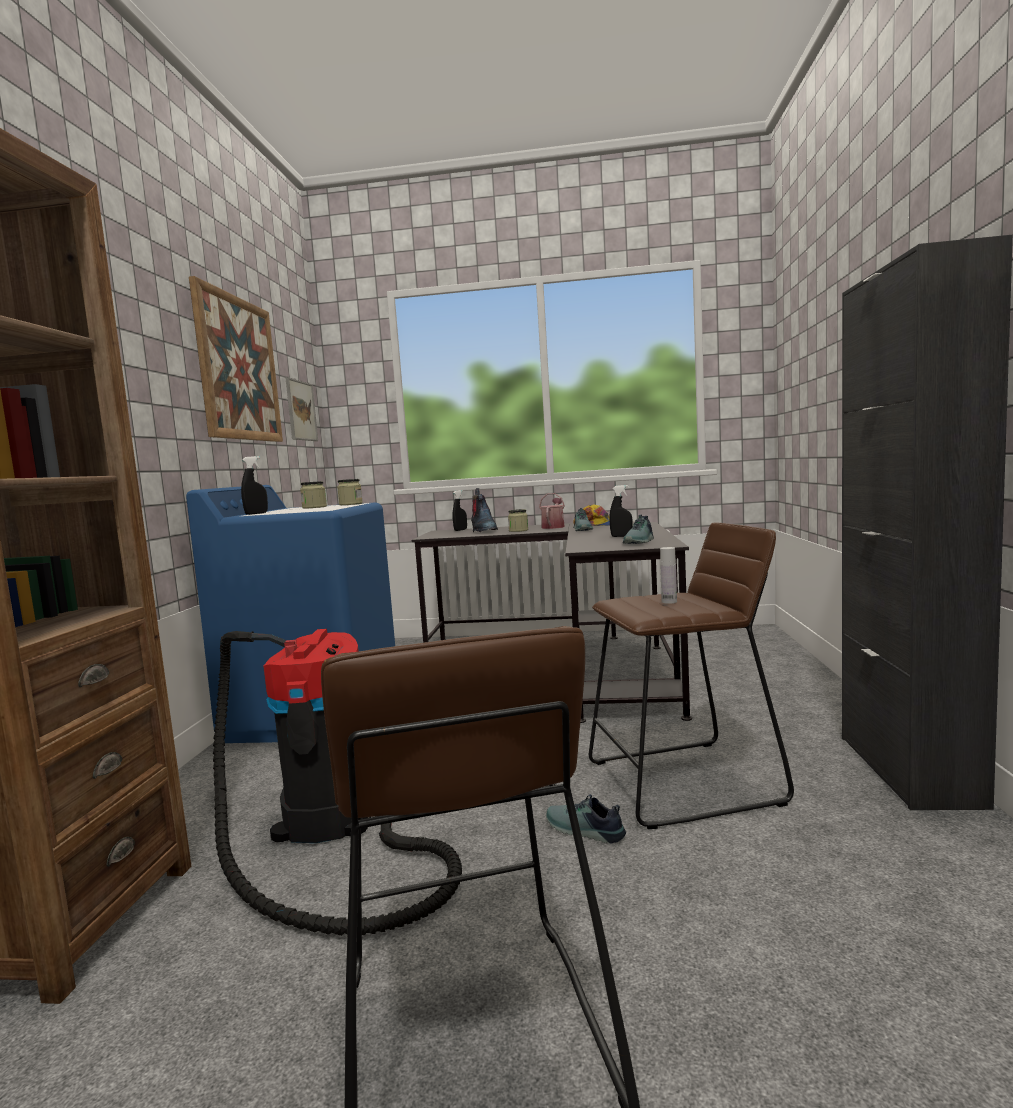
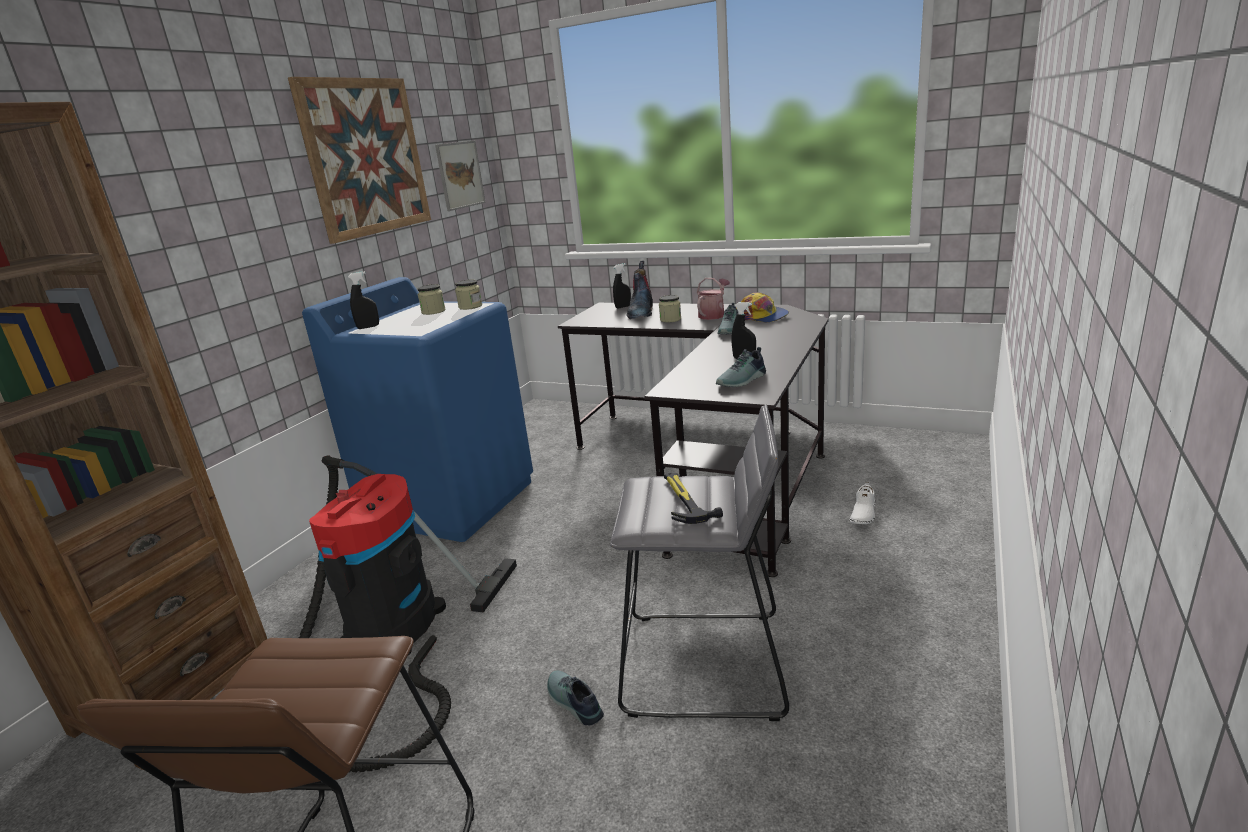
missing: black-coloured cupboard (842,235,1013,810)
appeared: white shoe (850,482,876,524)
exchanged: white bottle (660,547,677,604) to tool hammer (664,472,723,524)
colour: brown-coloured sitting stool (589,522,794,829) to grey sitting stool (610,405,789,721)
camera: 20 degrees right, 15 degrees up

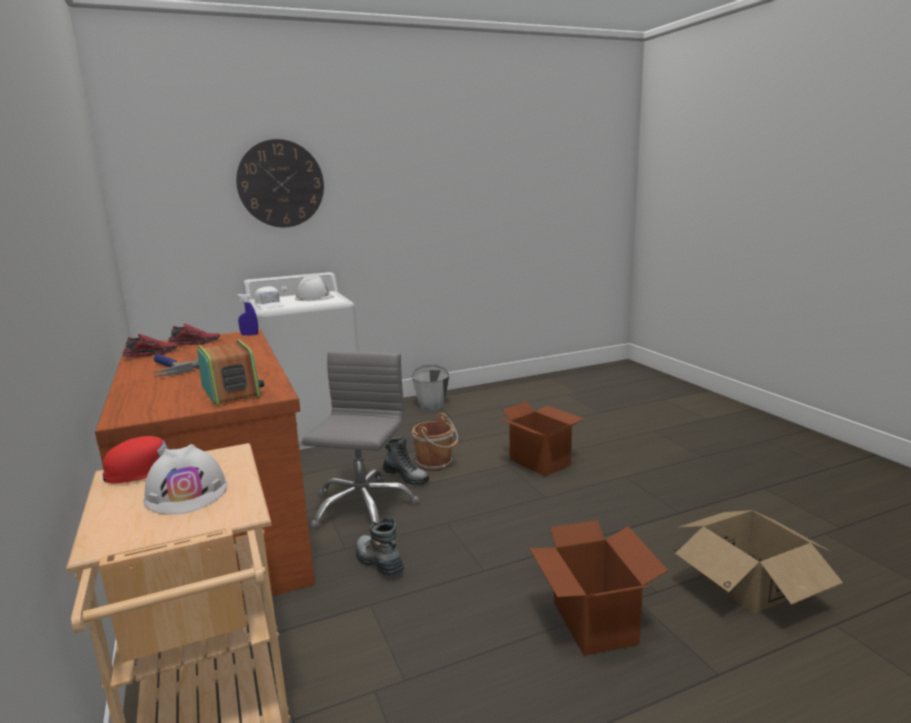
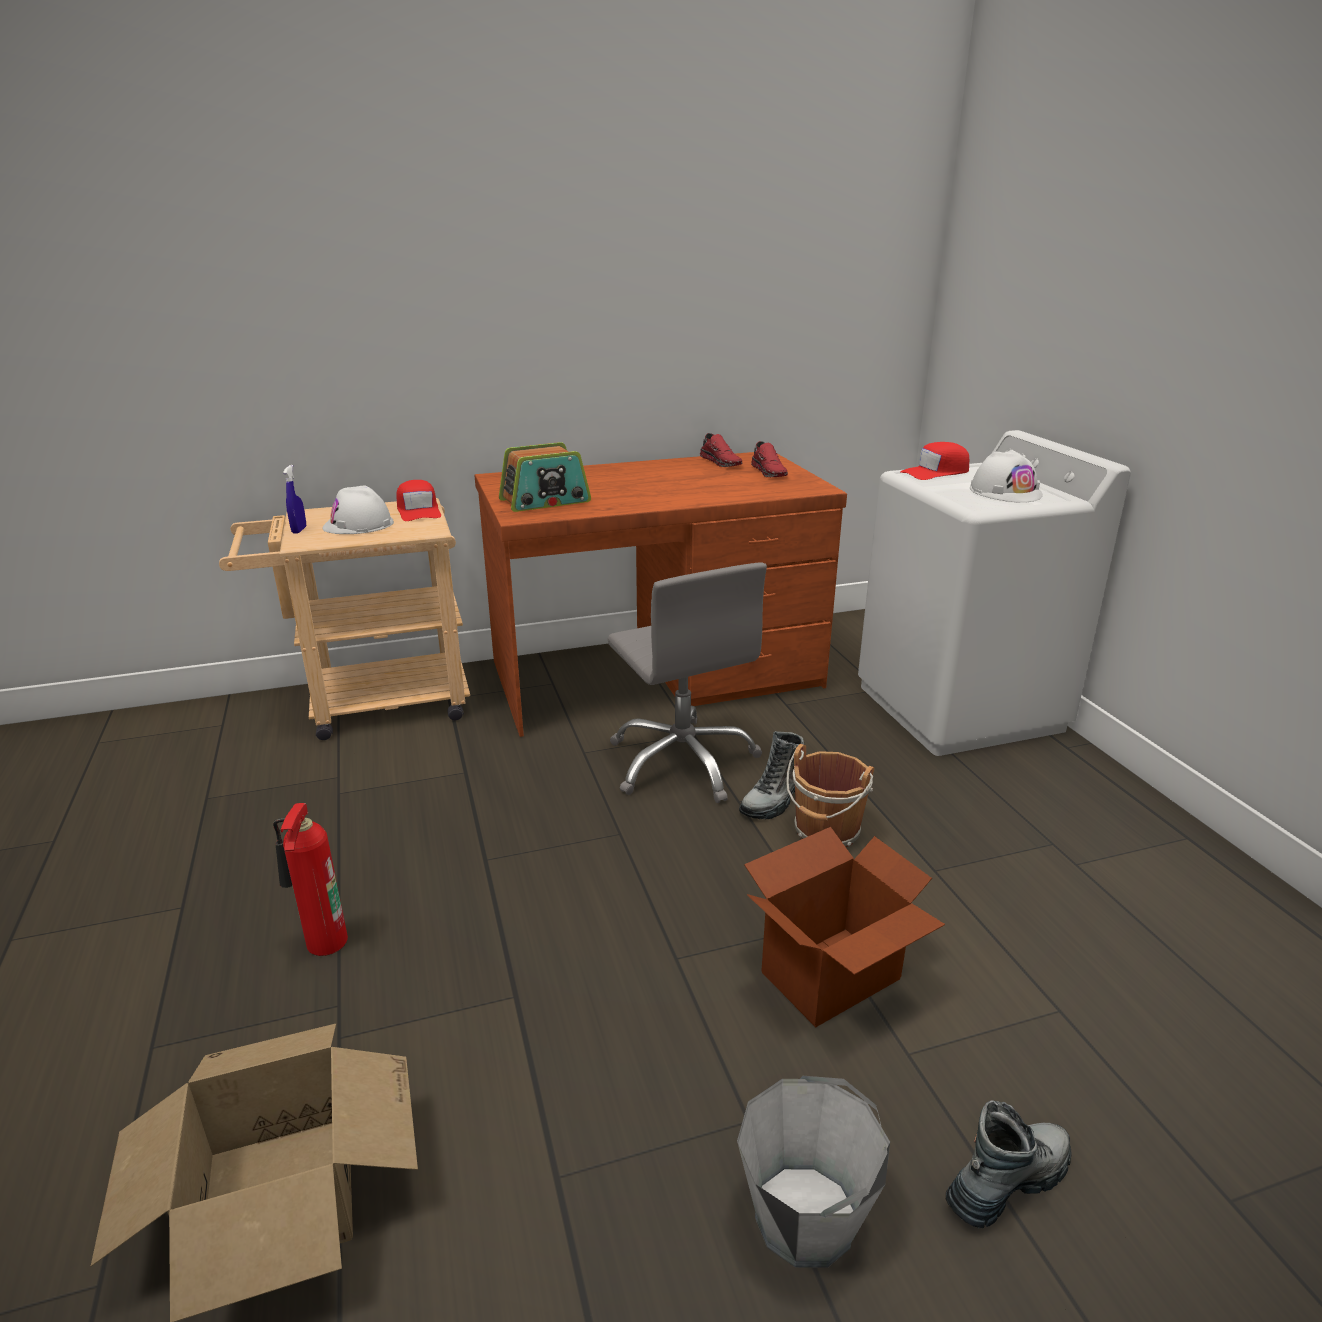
missing: wall clock (236,139,324,227); tool hammer (153,354,199,377)
relocated: bluish hand sprayer (237,294,258,336) to (283,465,306,534); grey bucket (412,365,449,410) to (737,1076,890,1268); high-top boot (356,518,404,576) to (946,1100,1071,1228)
exchanged: carton (530,520,668,656) to fire extinguisher (273,803,348,956)
colour: white cap (254,287,285,309) to reddish cap (900,442,969,480)
spun: grey desk chair (302,351,419,530) = (607,562,767,803) 45 degrees clockwise
camera: 95 degrees right, 10 degrees up

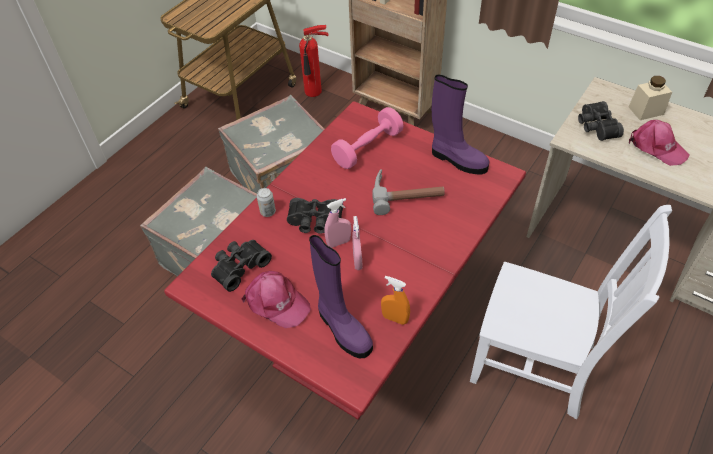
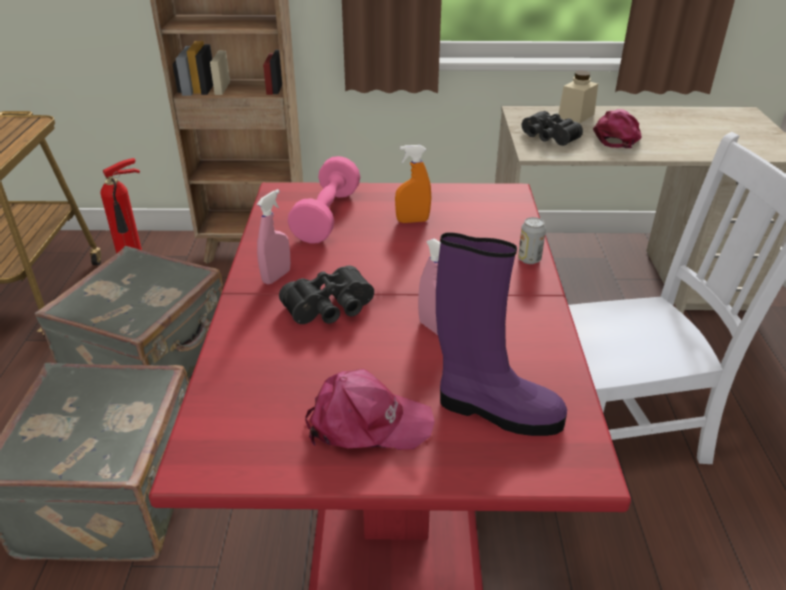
missing: purple high-top boot (432,74,489,174); tool hammer (372,169,445,215); black-coloured binoculars (211,240,272,292)
relocated: can (257,188,276,217) to (518,217,546,264); pinkish hand sprayer (324,198,351,248) to (257,189,291,284); orange-coloured hand sprayer (381,276,410,325) to (395,145,431,223)
spun: pinkish cap (629,120,690,166) = (593,109,642,148) 75 degrees counterclockwise
camera: 35 degrees left, 15 degrees down

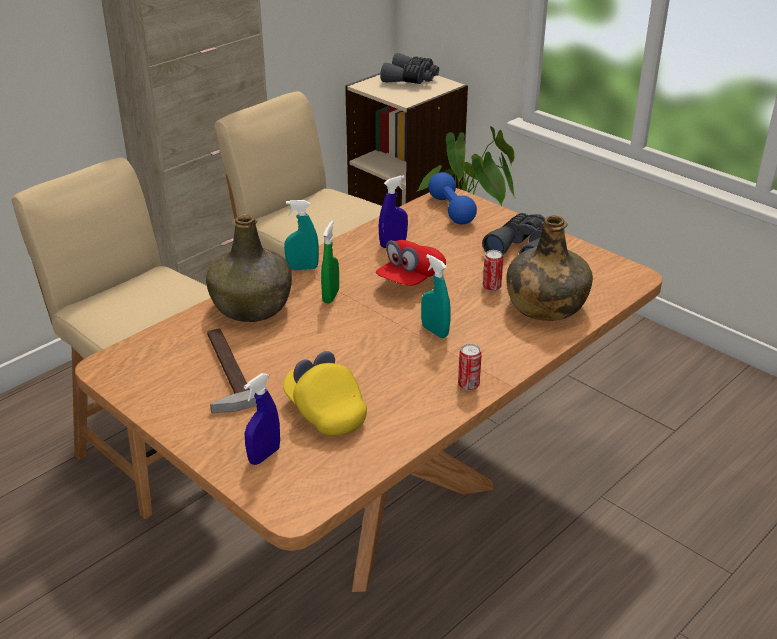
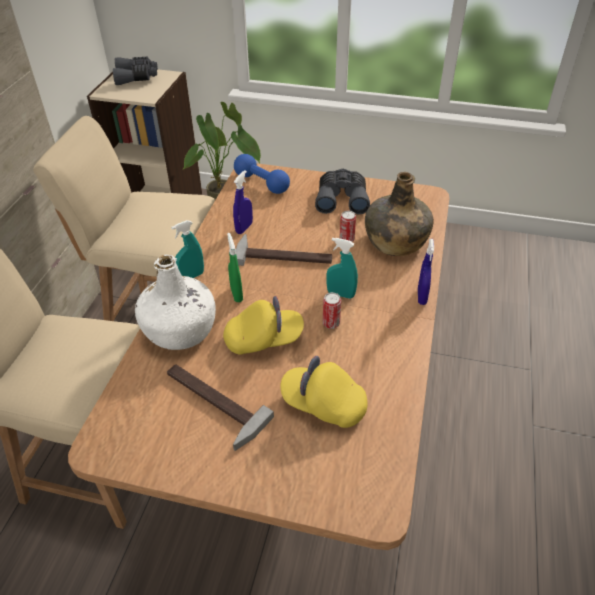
appeared: yellow cap (223,296,304,355)
relocated: can (458,344,482,391) to (323,292,341,329); bluish hand sprayer (244,373,280,465) to (418,239,434,305)
exchanged: reddish cap (376,240,446,286) to tool hammer (236,234,332,266)
colour: green-coloured bottle (206,214,292,322) to white bottle (135,255,216,350)
camera: 30 degrees left, 10 degrees up

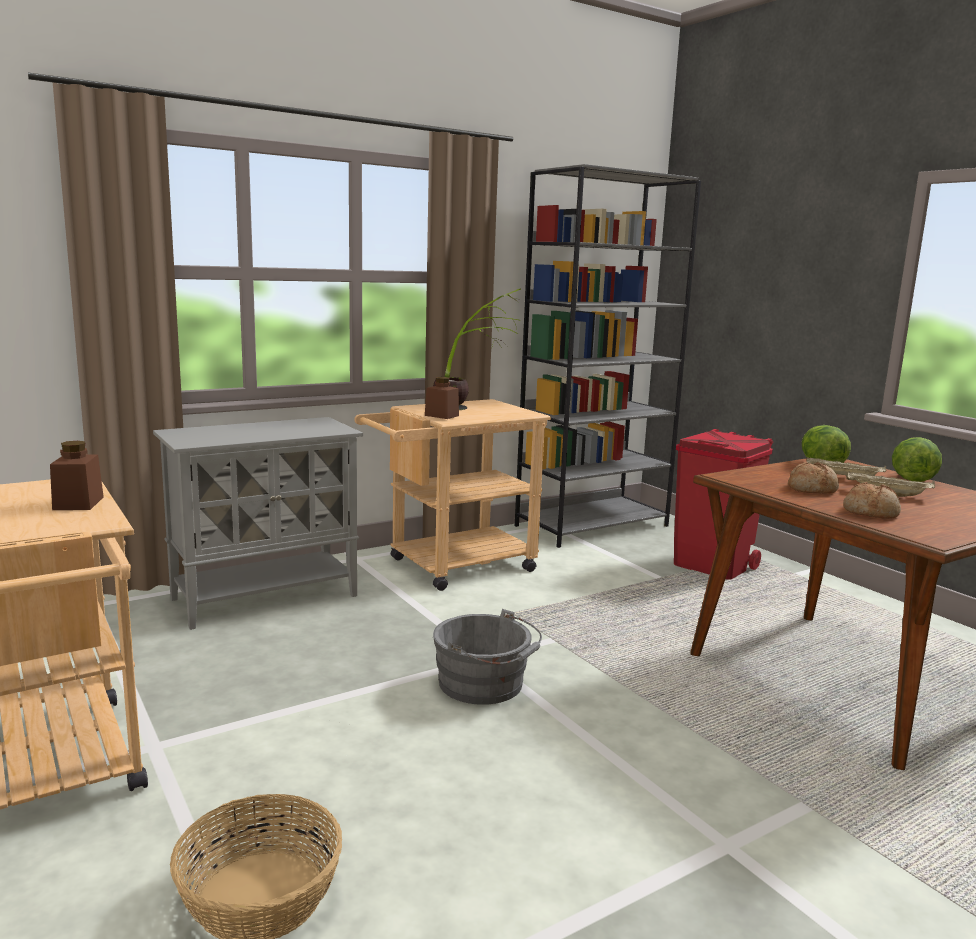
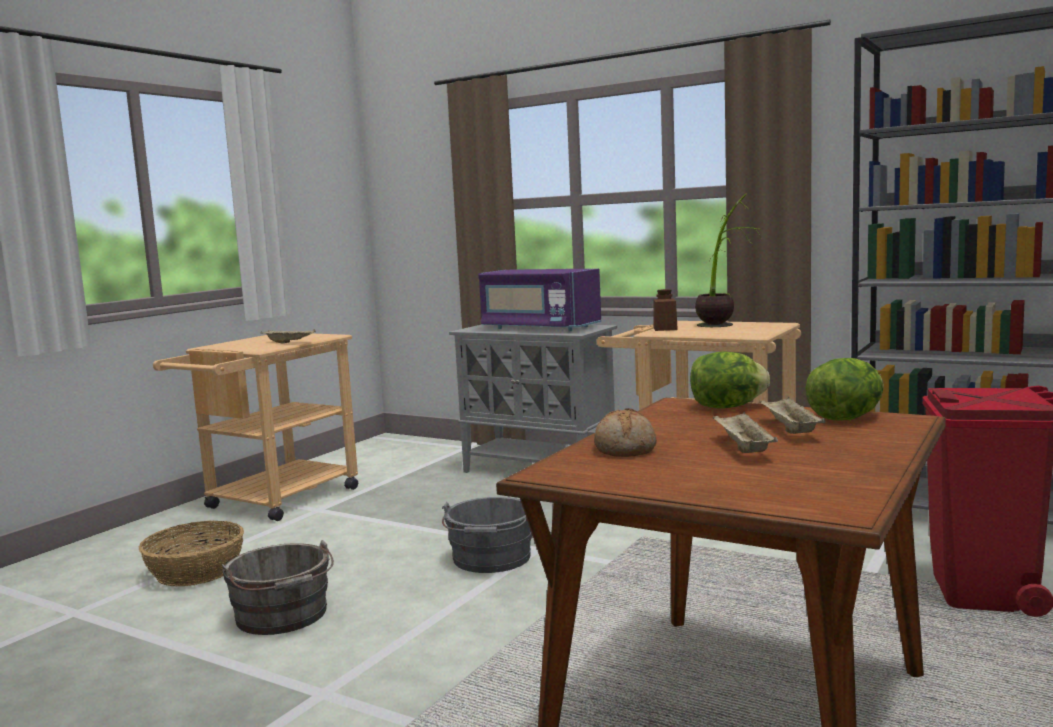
missing: bread (788,462,839,494)
appeared: purple microwave (478,269,601,331); grey bucket (222,540,334,635)
relocated: head of lettuce (892,437,942,482) to (690,351,770,408)
exchanged: brown-coloured jar (50,441,104,510) to beige-coloured carrying tray (261,329,316,344)
camera: 65 degrees right, 5 degrees down

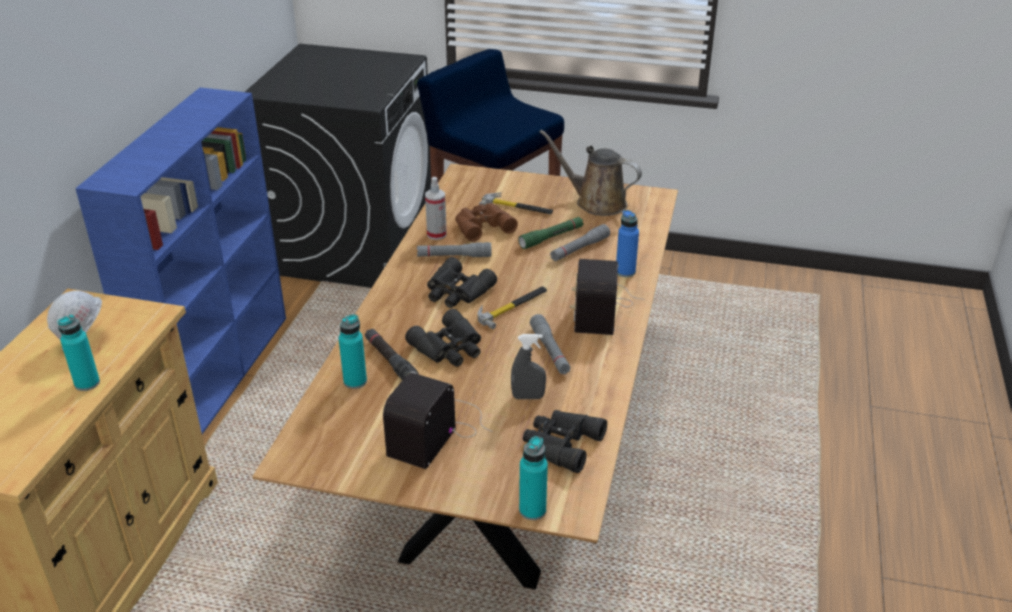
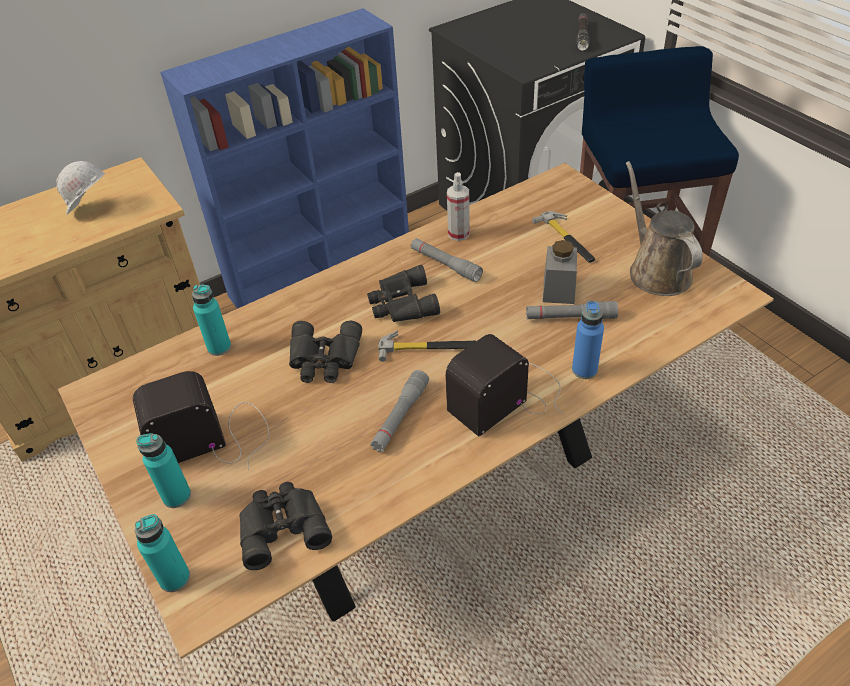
missing: brown-coloured binoculars (455,203,518,242); grey hand sprayer (511,334,546,399)
relocated: turquoise bottle (57,315,100,391) to (136,433,191,508); black-coloured hand torch (365,328,419,380) to (576,13,590,51)
exchanged: green-coloured hand torch (518,217,584,249) to grey jar (543,240,577,304)
camera: 45 degrees right, 10 degrees up

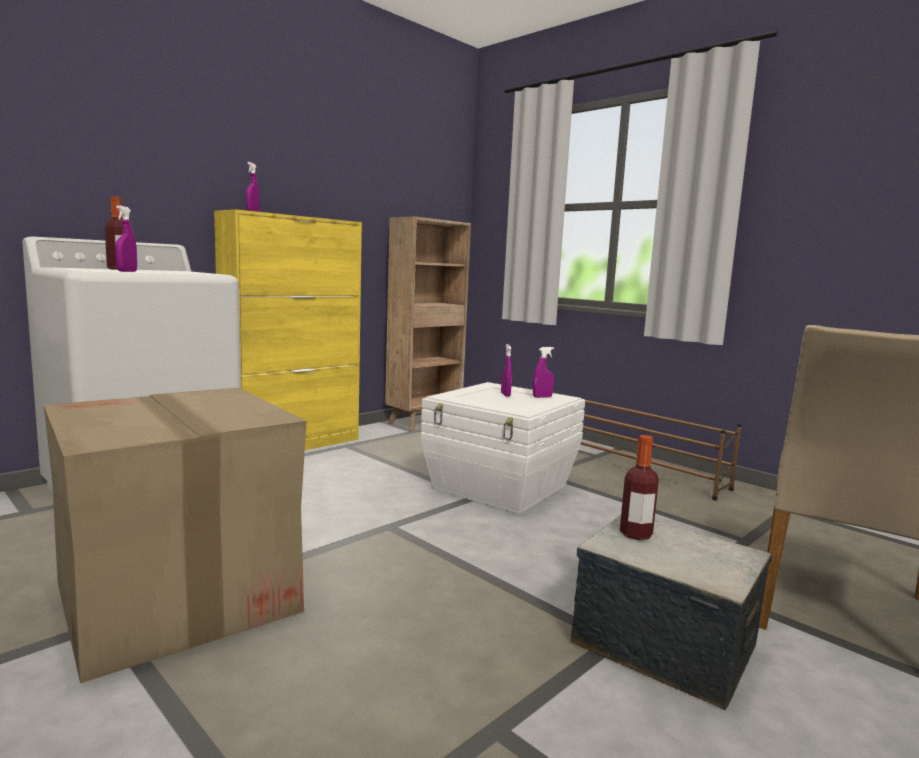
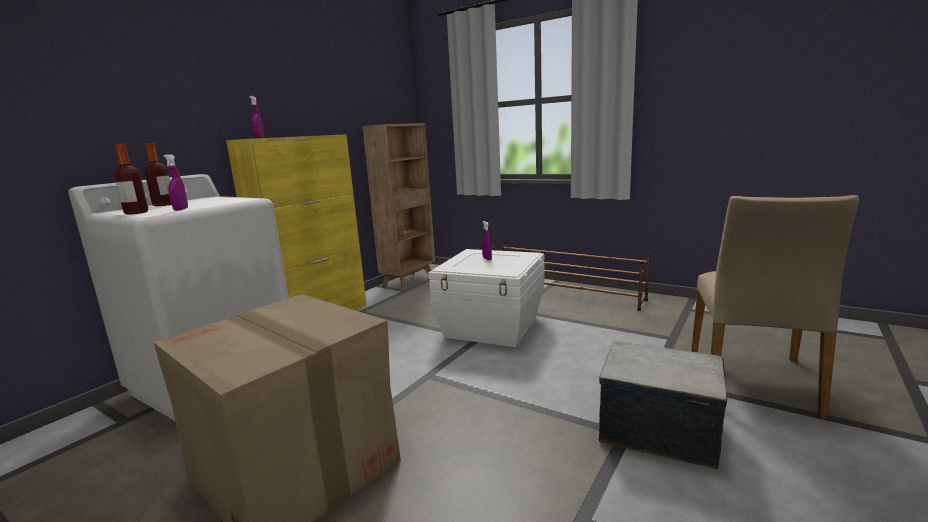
missing: purple hand sprayer (533,347,554,398)
relocated: bottle (620,435,659,540) to (114,144,149,214)
camera: 10 degrees left, 5 degrees up

